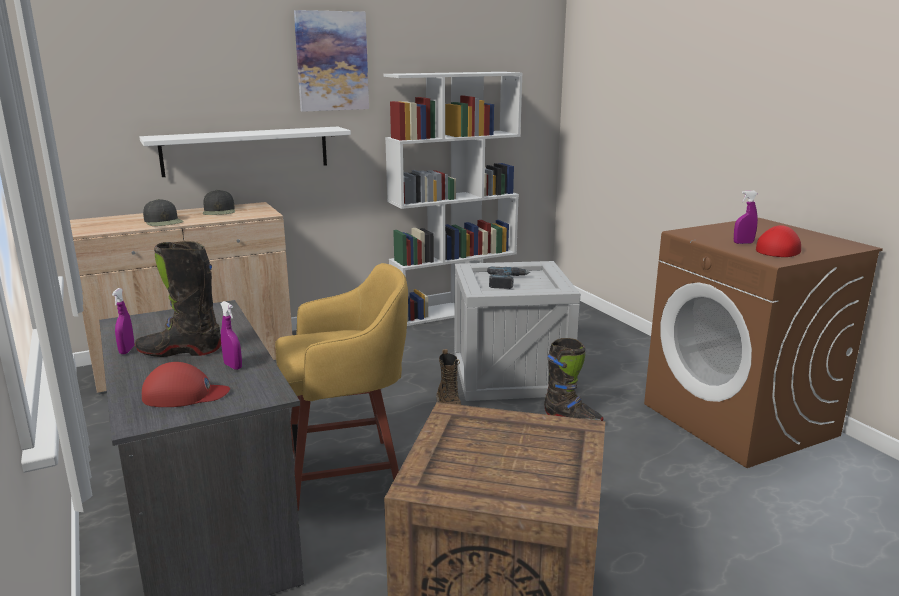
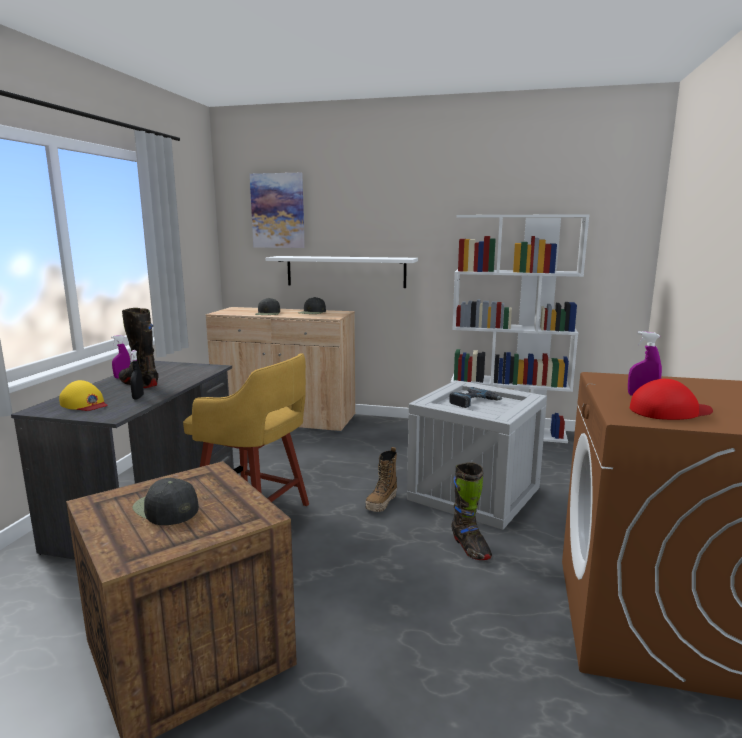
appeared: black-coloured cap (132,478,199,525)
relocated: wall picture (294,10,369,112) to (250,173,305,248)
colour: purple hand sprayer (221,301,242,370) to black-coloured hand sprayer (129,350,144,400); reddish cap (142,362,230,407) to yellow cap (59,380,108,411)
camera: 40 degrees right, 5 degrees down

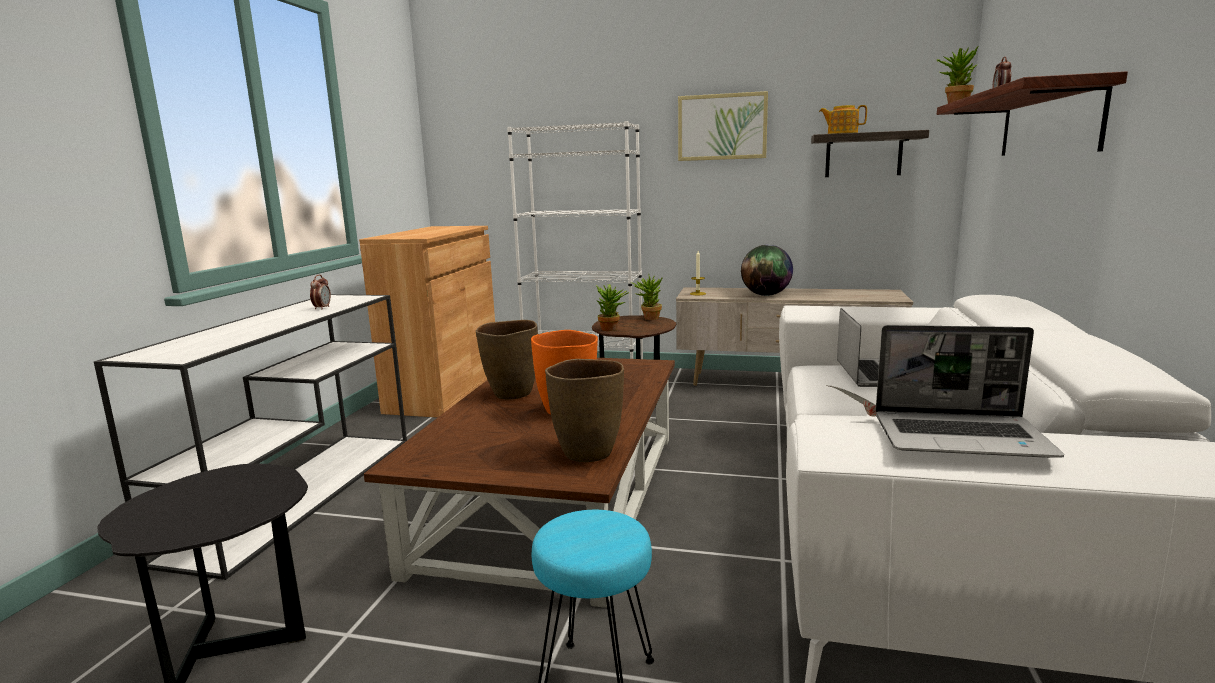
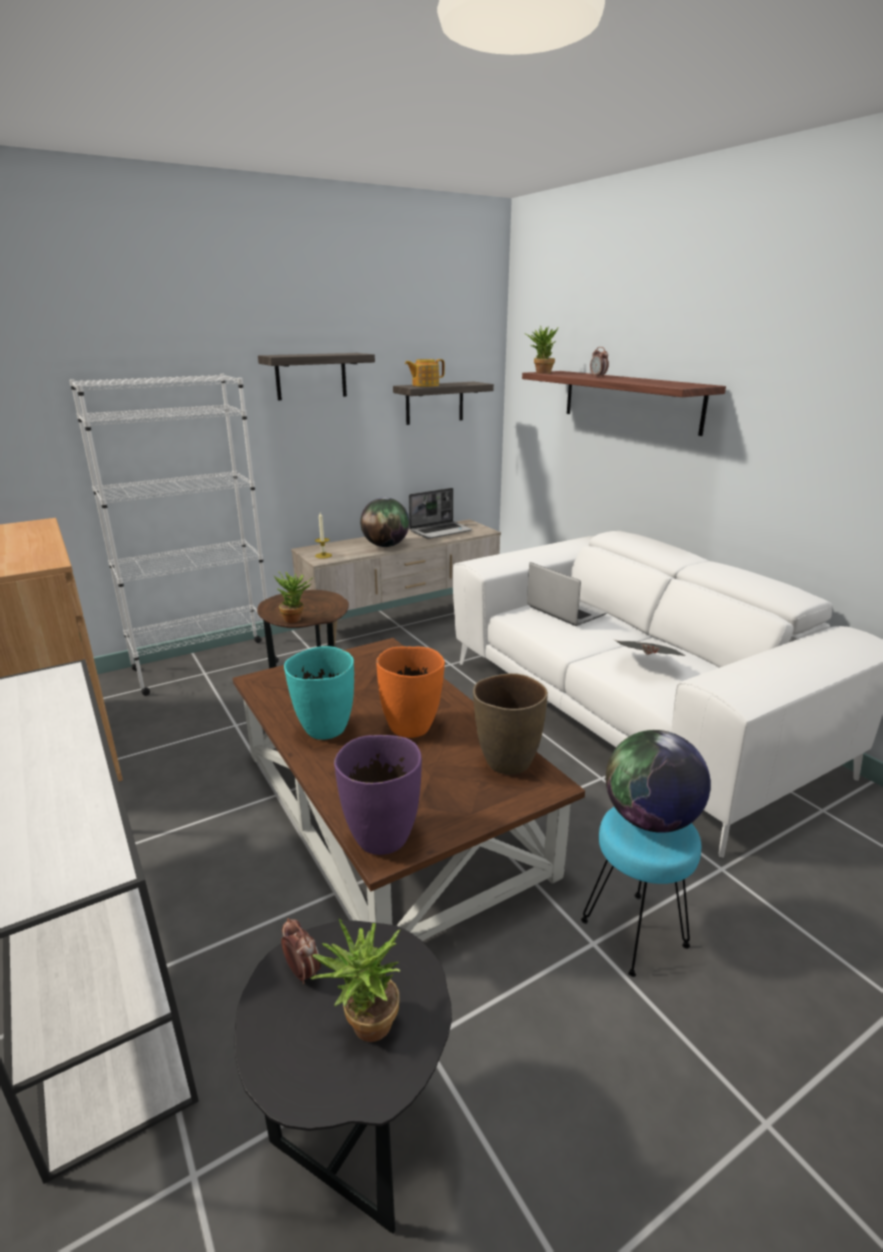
appeared: world globe (605,730,711,833); purple decorative vase (334,735,422,855)
relocated: houseplant (631,274,663,320) to (311,919,401,1042); table clock (310,275,331,310) to (281,918,321,984); laptop (876,325,1064,458) to (409,488,473,539)
exchanged: wall picture (678,91,768,161) to wall shelf (258,353,375,401)
colour: brown-coloured decorative vase (476,320,538,400) to turquoise decorative vase (284,646,354,740)
camera: 45 degrees left, 10 degrees up

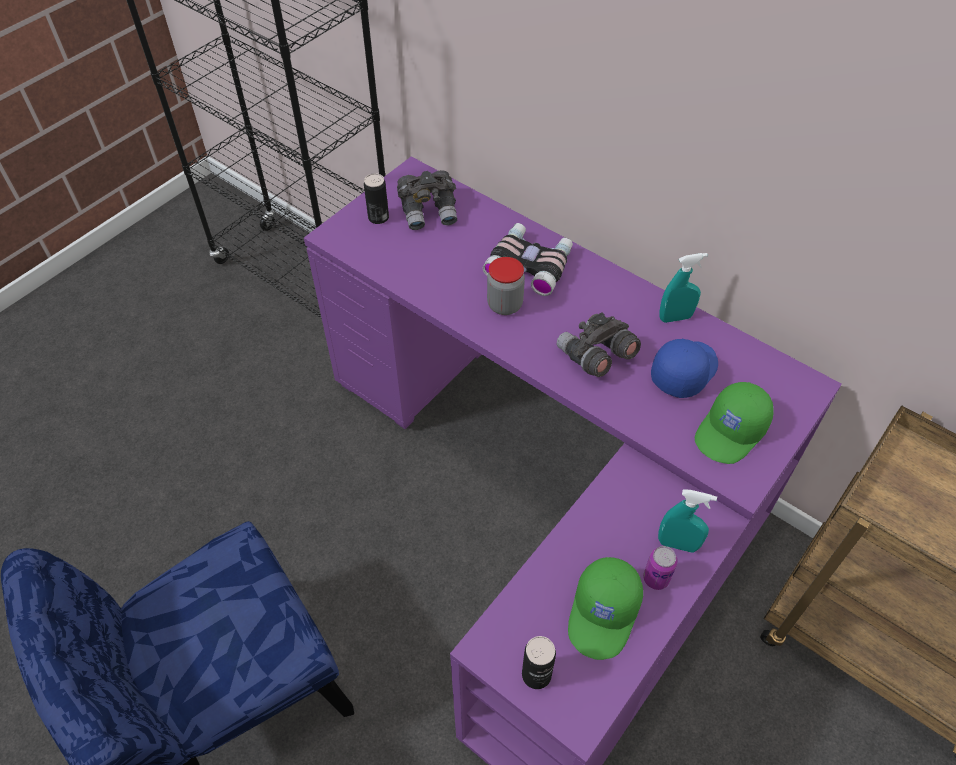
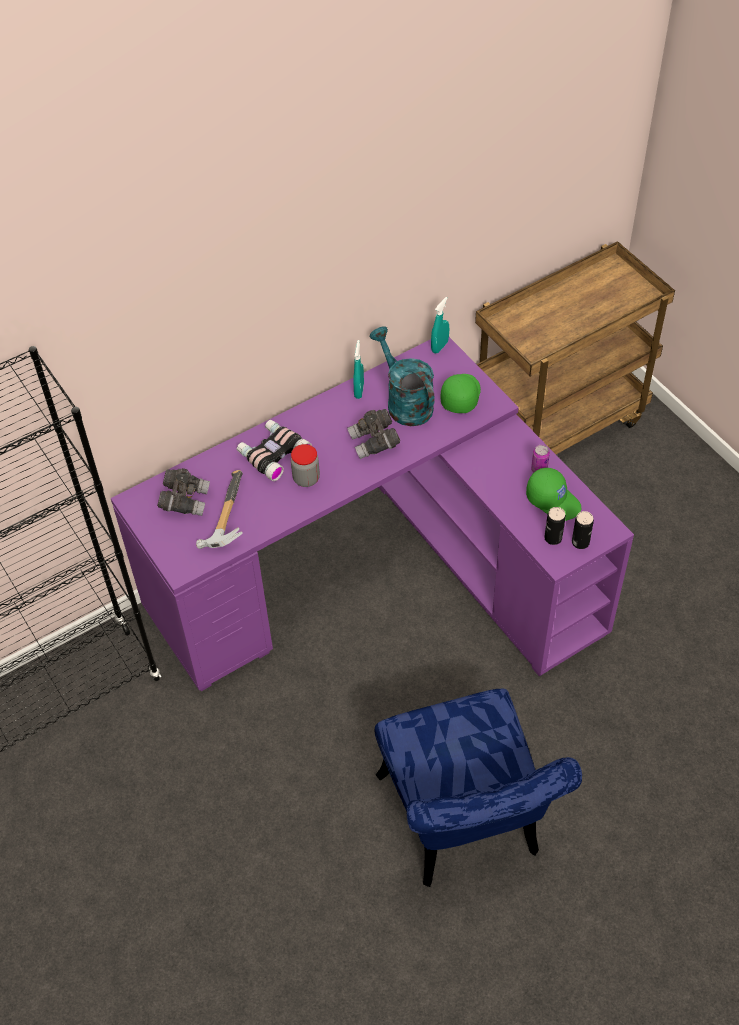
appeared: tool hammer (196,470,243,549)
relocated: can (364,173,389,224) to (544,507,566,545); turquoise hand sprayer (658,490,717,553) to (431,297,449,354)
exchanged: bluish cap (651,338,718,398) to turquoise sprinkling can (370,327,435,426)
spun: green-coloured cap (695,382,774,464) = (441,374,481,413) 135 degrees counterclockwise
camera: 70 degrees left, 0 degrees up

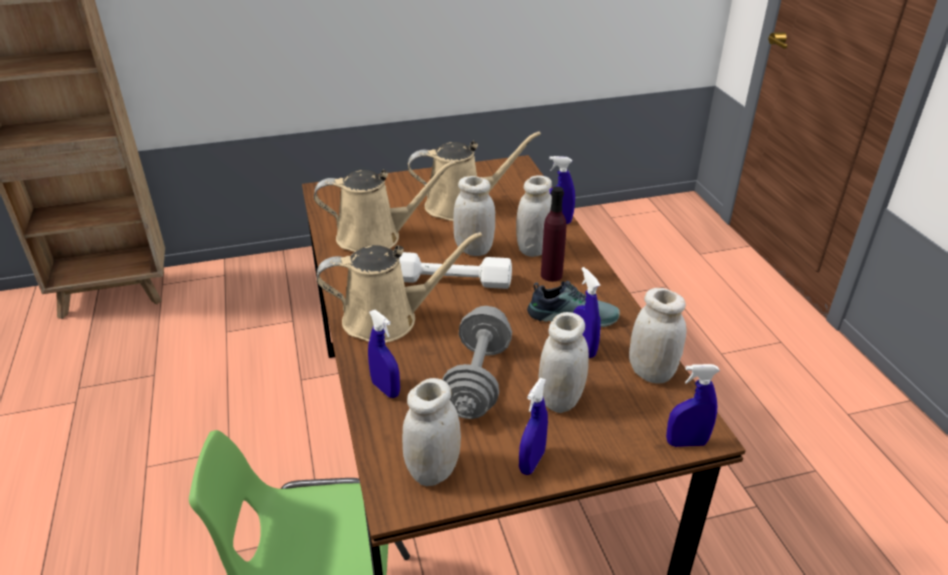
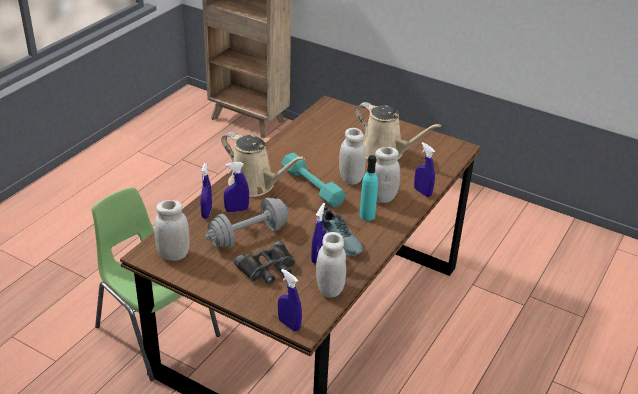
missing: beige-coloured sprinkling can (314,160,456,252)
relocated: bluish hand sprayer (519,378,548,475) to (224,162,249,212)
exchanged: white jar (538,312,589,413) to black-coloured binoculars (234,241,295,285)
colour: purple bottle (541,186,566,282) to turquoise bottle (359,155,378,221); white dumbbell (399,252,512,289) to turquoise dumbbell (281,152,346,208)
camera: 45 degrees right, 0 degrees up

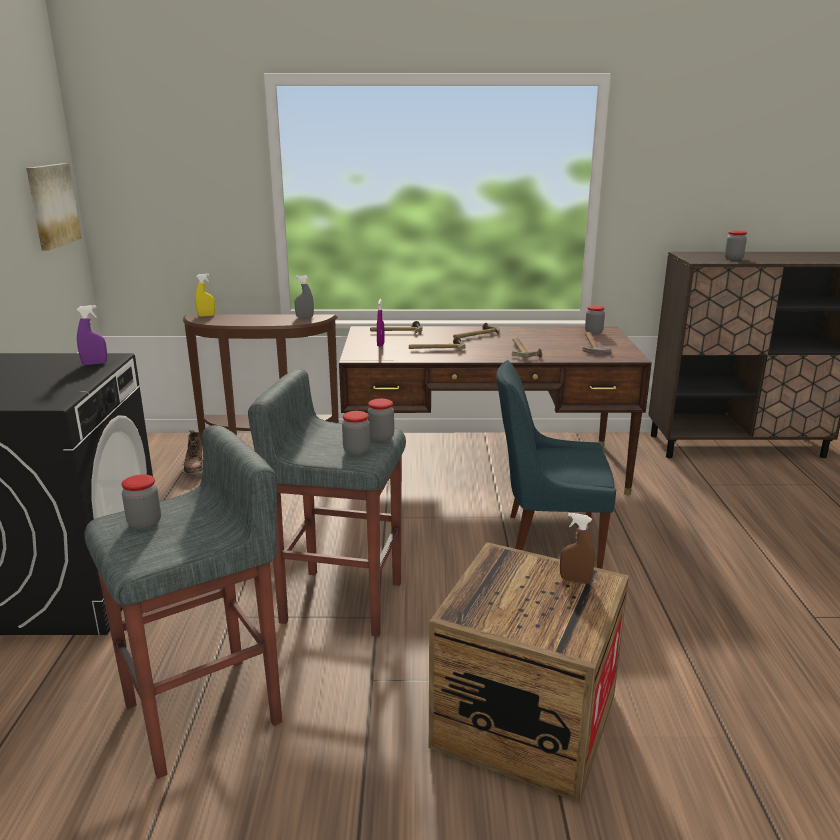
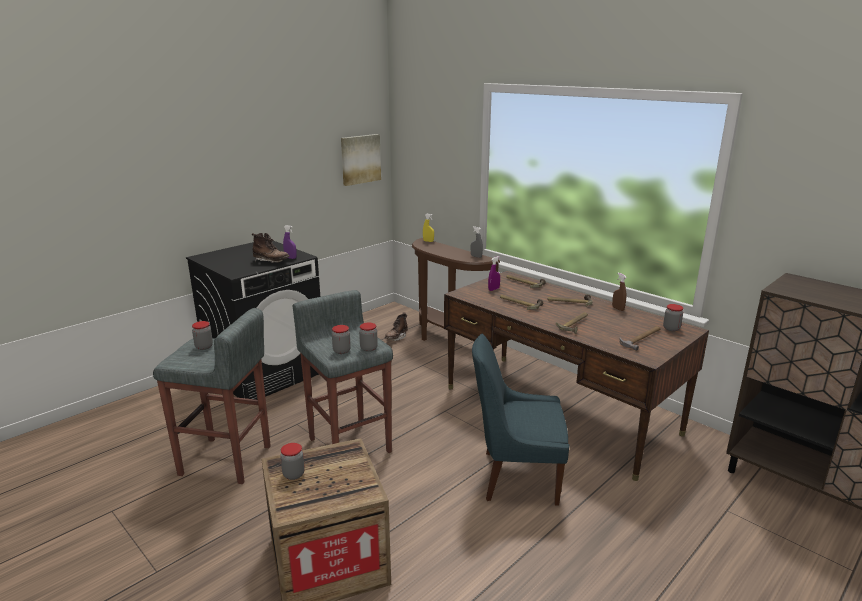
appeared: brown-coloured high-top boot (252,233,290,263)
relocated: jar (724,231,747,260) to (280,443,305,480); brown-coloured hand sprayer (560,513,595,584) to (612,273,627,311)
spun: bluish upright chair (496,360,616,568) = (472,334,569,506) 45 degrees counterclockwise
camera: 45 degrees right, 0 degrees up

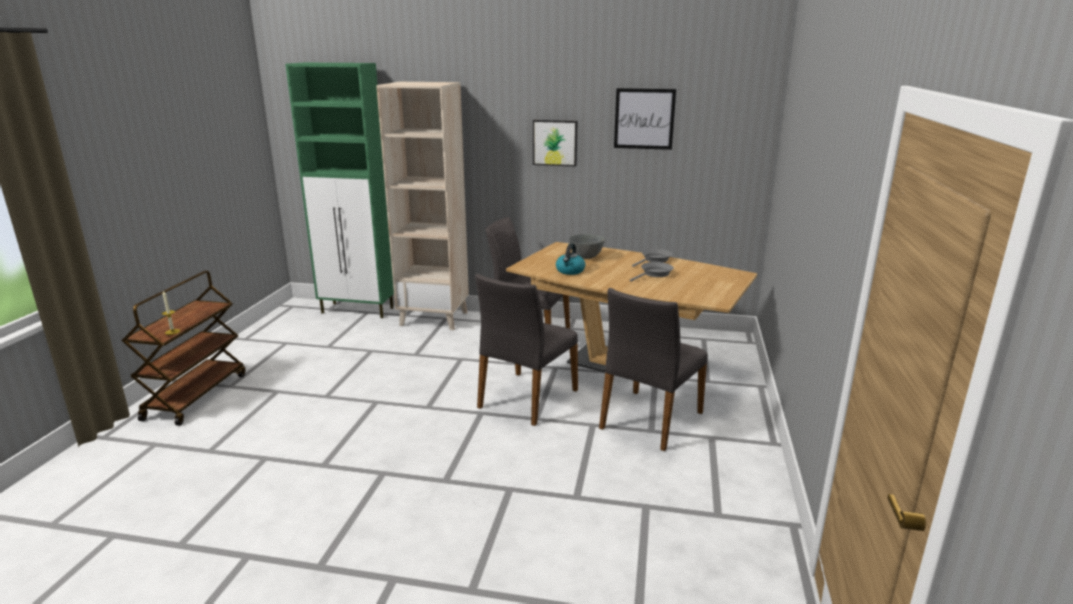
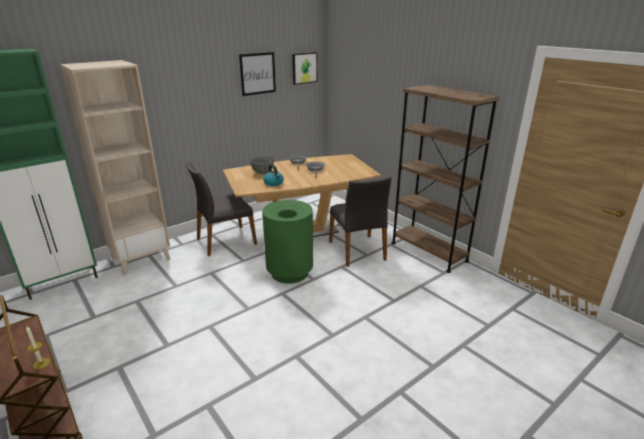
appeared: brown-coloured bookcase (392,85,500,273)
relocated: wall picture (533,120,578,167) to (292,52,317,85)
exchanged: grey upright chair (475,274,578,426) to green-coloured waste bin (262,200,313,284)
camera: 50 degrees left, 5 degrees up

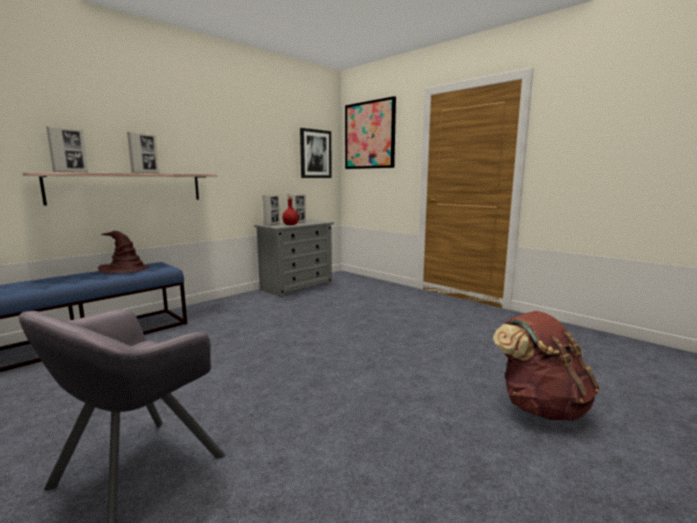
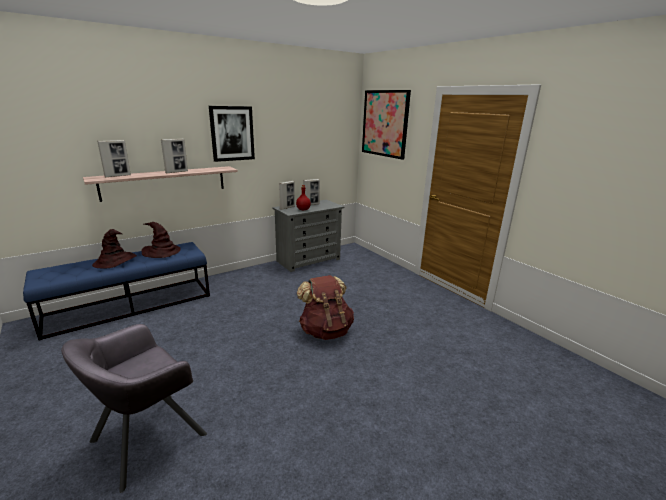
appeared: brown-coloured clothing hat (92,229,137,268)
relocated: wall picture (300,128,332,178) to (209,106,255,162); brown-coloured backpack (493,311,600,421) to (297,275,354,340)
camera: 10 degrees right, 10 degrees up

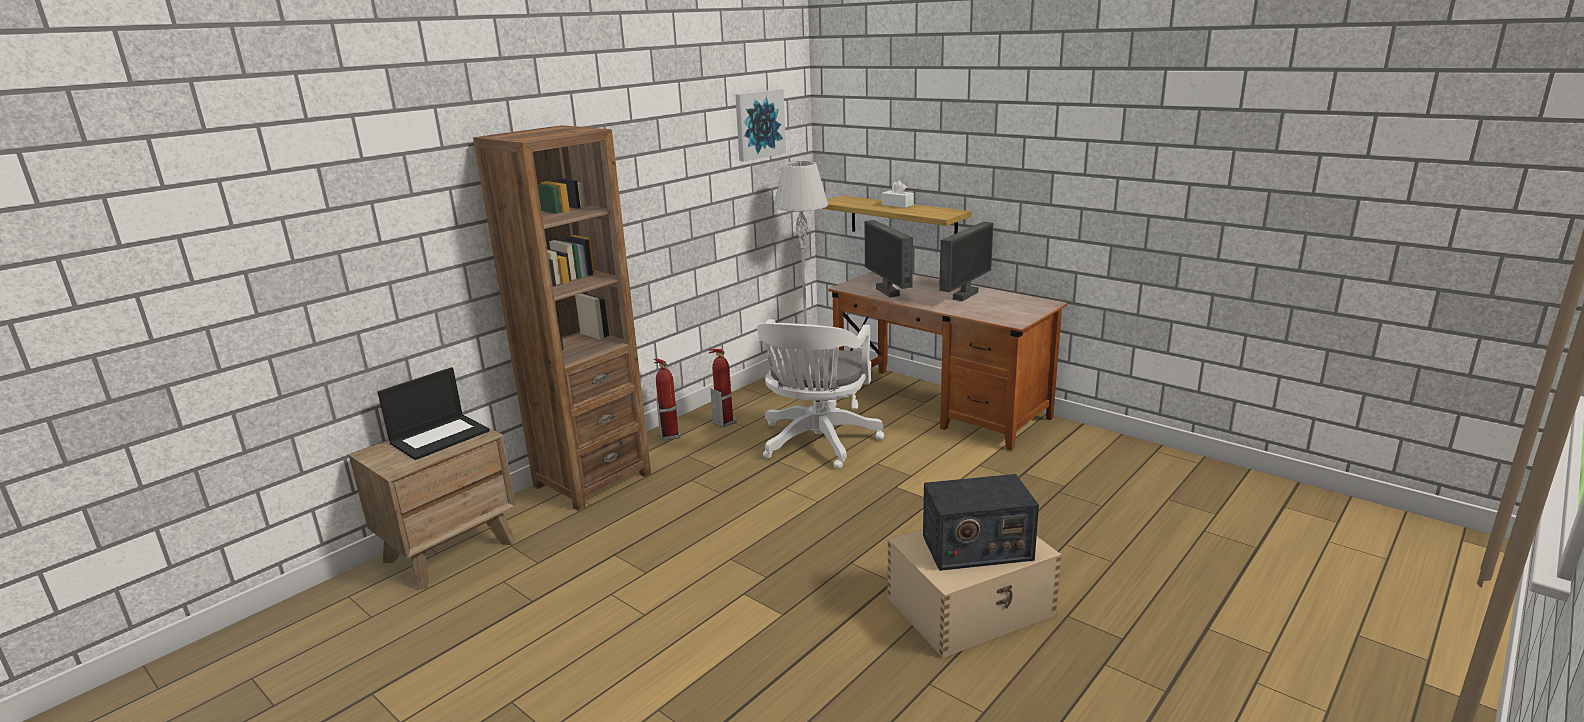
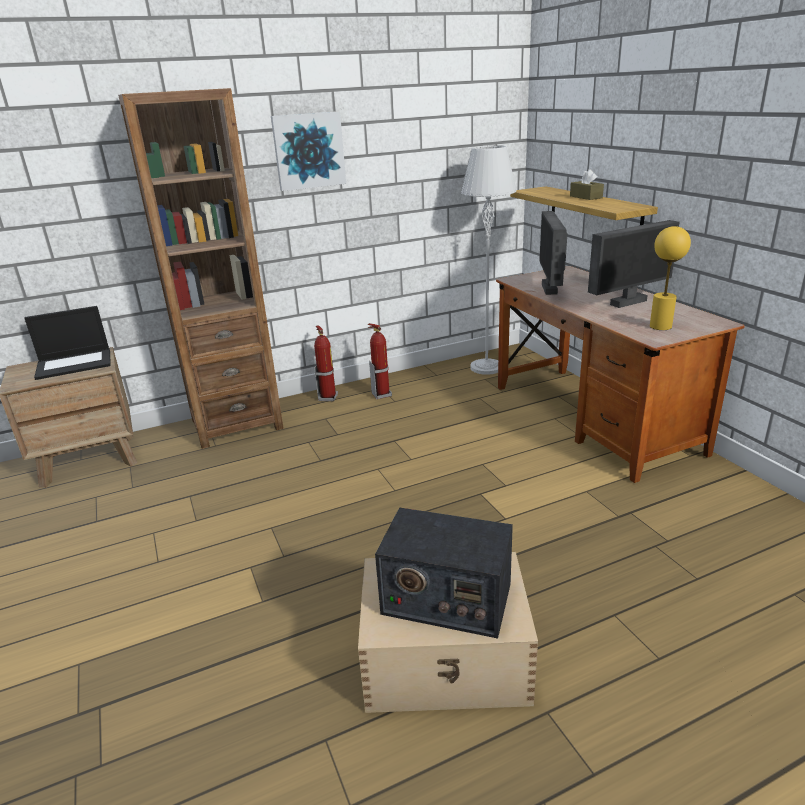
missing: white desk chair (757,319,884,469)
appeared: yellow table lamp (650,226,691,330)
relocated: wall picture (735,89,786,161) to (271,111,346,191)
colour: white tissue box (882,180,914,208) to brown-coloured tissue box (570,169,604,200)
camera: 25 degrees right, 5 degrees up

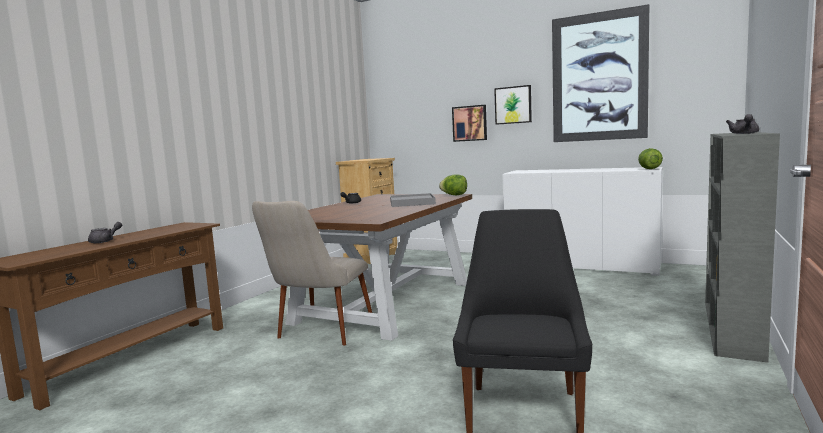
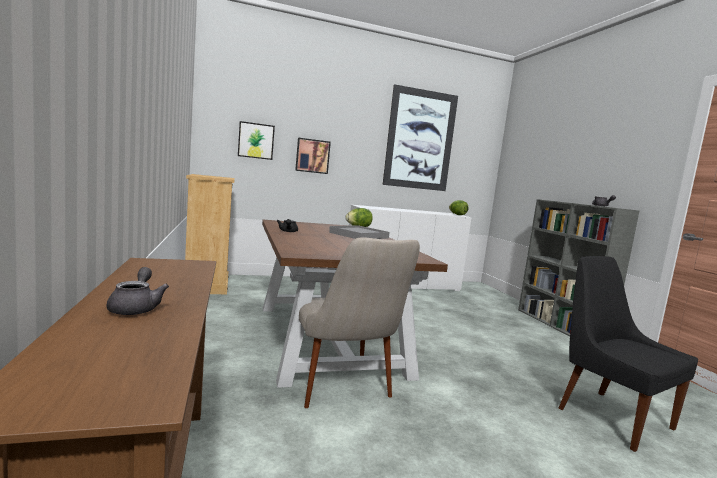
relocated: wall picture (494,85,532,125) to (238,121,275,160)
camera: 45 degrees left, 0 degrees up

